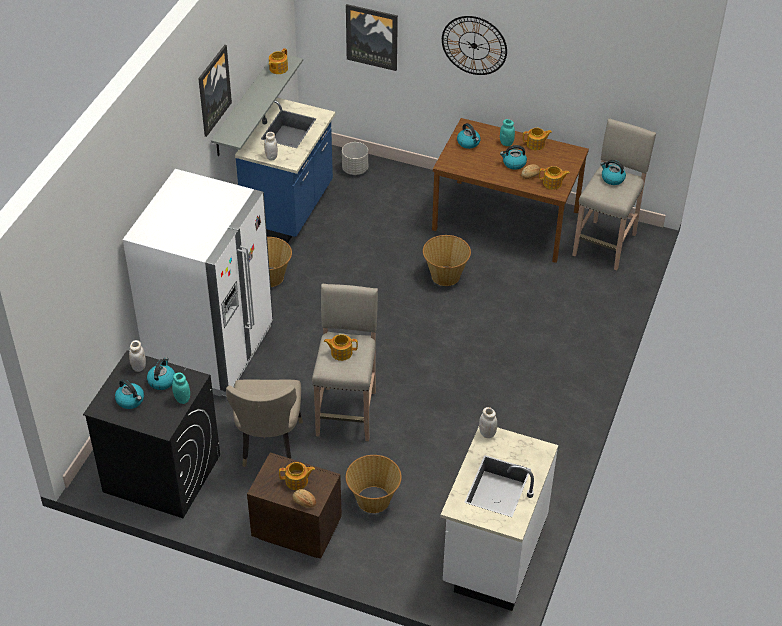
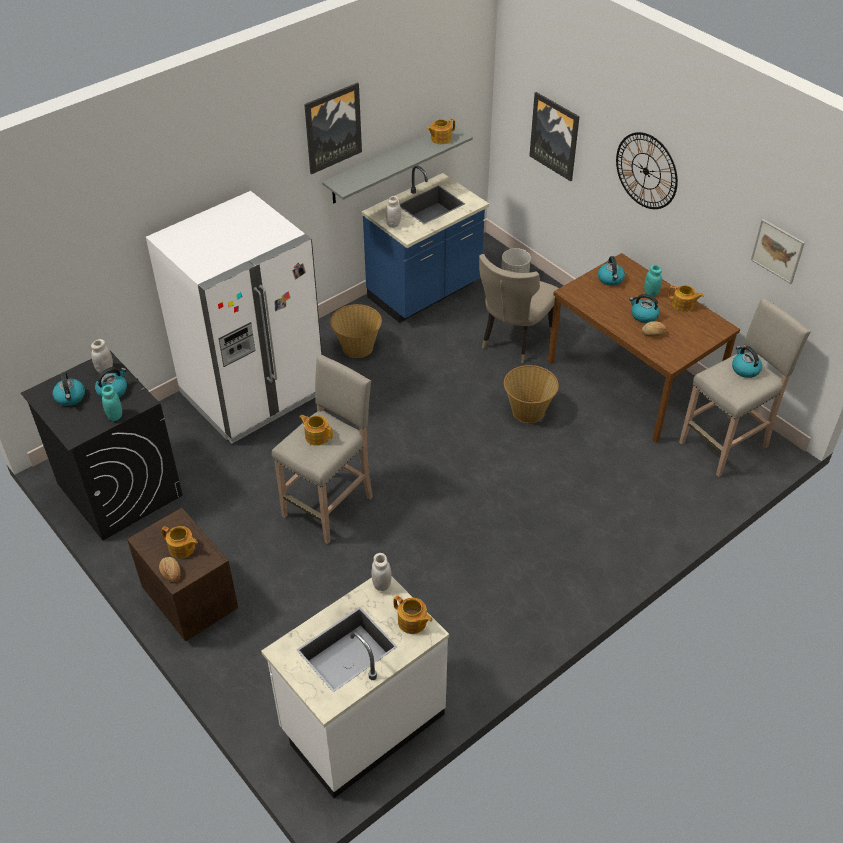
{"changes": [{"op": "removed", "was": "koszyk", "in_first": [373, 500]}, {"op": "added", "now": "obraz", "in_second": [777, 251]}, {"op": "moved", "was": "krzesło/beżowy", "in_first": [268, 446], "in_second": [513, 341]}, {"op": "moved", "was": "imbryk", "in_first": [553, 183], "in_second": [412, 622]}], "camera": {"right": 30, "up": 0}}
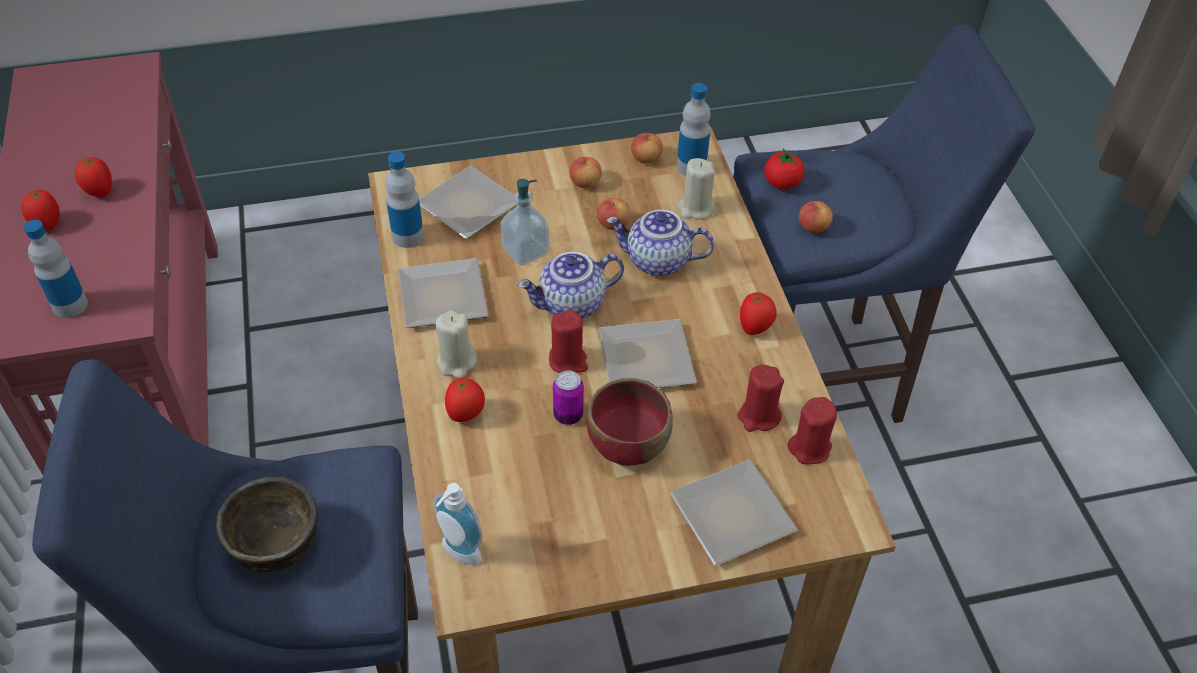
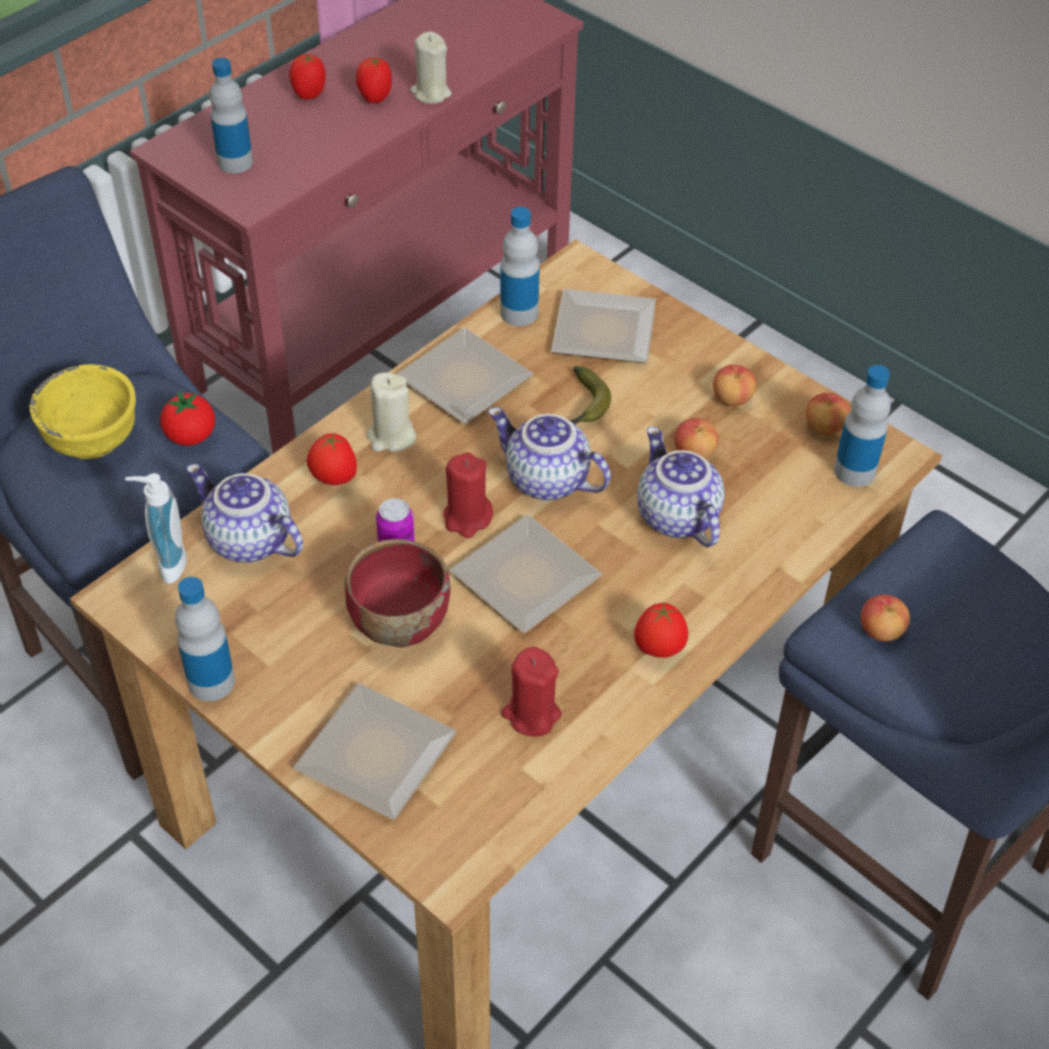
{"changes": [{"op": "removed", "was": "świeca/czerwony", "in_first": [810, 448]}, {"op": "added", "now": "butelka", "in_second": [211, 682]}, {"op": "added", "now": "imbryk", "in_second": [247, 541]}, {"op": "moved", "was": "świeca/beżowy", "in_first": [696, 208], "in_second": [431, 93]}, {"op": "moved", "was": "pomidor", "in_first": [782, 184], "in_second": [191, 436]}, {"op": "replaced", "was": "dozownik mydła", "now": "banan", "in_first": [525, 251], "in_second": [585, 406]}, {"op": "recoloured", "was": "miska/brązowy", "now": "miska/żółty", "in_first": [274, 545], "in_second": [92, 437]}], "camera": {"right": 55, "up": 0}}
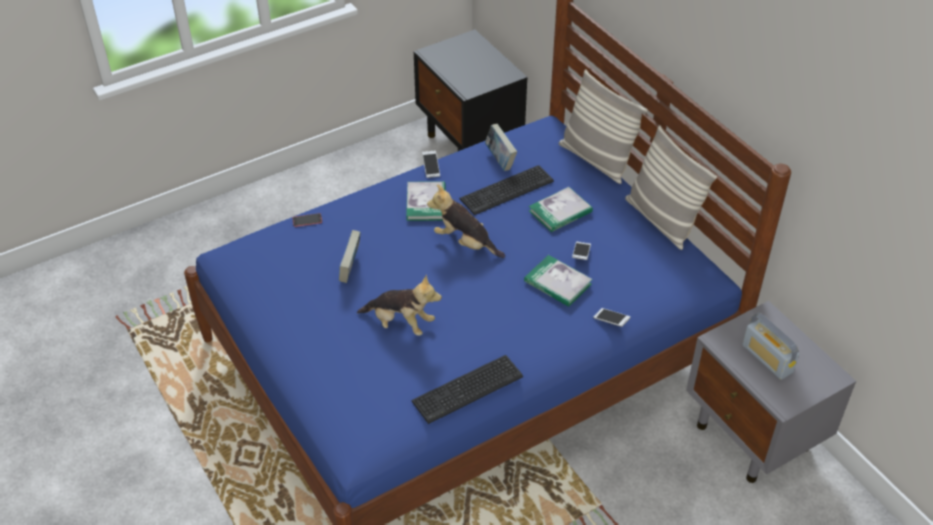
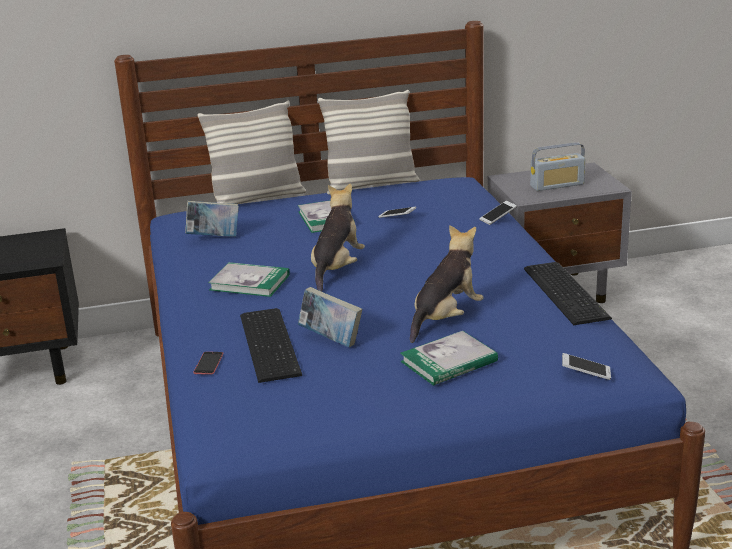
{"changes": [{"op": "moved", "was": "telefon", "in_first": [431, 167], "in_second": [586, 373]}, {"op": "moved", "was": "klawiatura", "in_first": [508, 190], "in_second": [271, 343]}, {"op": "moved", "was": "książka", "in_first": [557, 283], "in_second": [449, 361]}, {"op": "turned", "was": "pluszak", "in_first": [465, 243], "in_second": [337, 268], "clockwise": 150}], "camera": {"right": -70, "up": -20}}
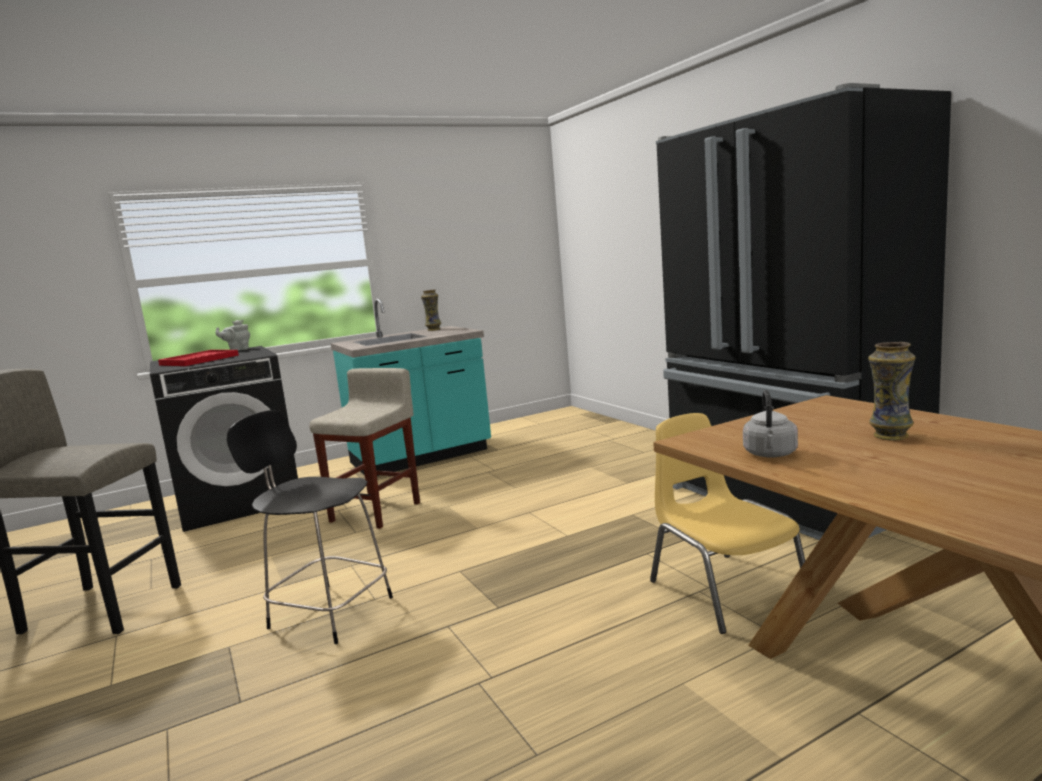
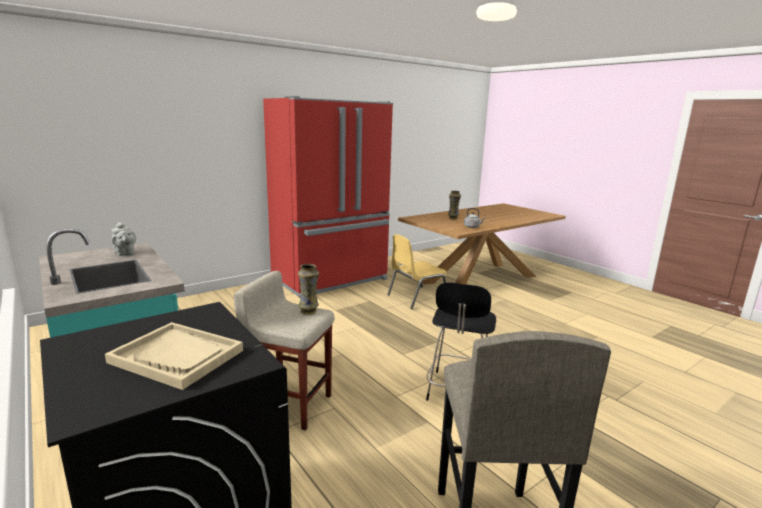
{"changes": [{"op": "moved", "was": "imbryk/szary", "in_first": [237, 350], "in_second": [125, 254]}, {"op": "moved", "was": "wazon", "in_first": [433, 330], "in_second": [309, 311]}, {"op": "recoloured", "was": "taca/czerwony", "now": "taca/beżowy", "in_first": [199, 360], "in_second": [177, 356]}, {"op": "recoloured", "was": "lodówka/czarny", "now": "lodówka/czerwony", "in_first": [788, 501], "in_second": [331, 280]}], "camera": {"right": -100, "up": 5}}
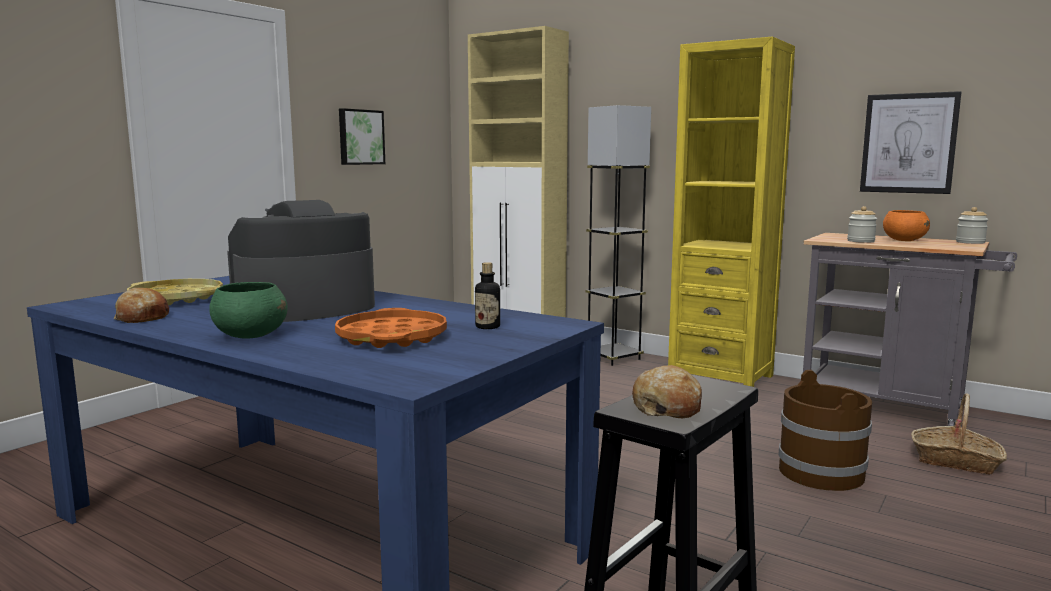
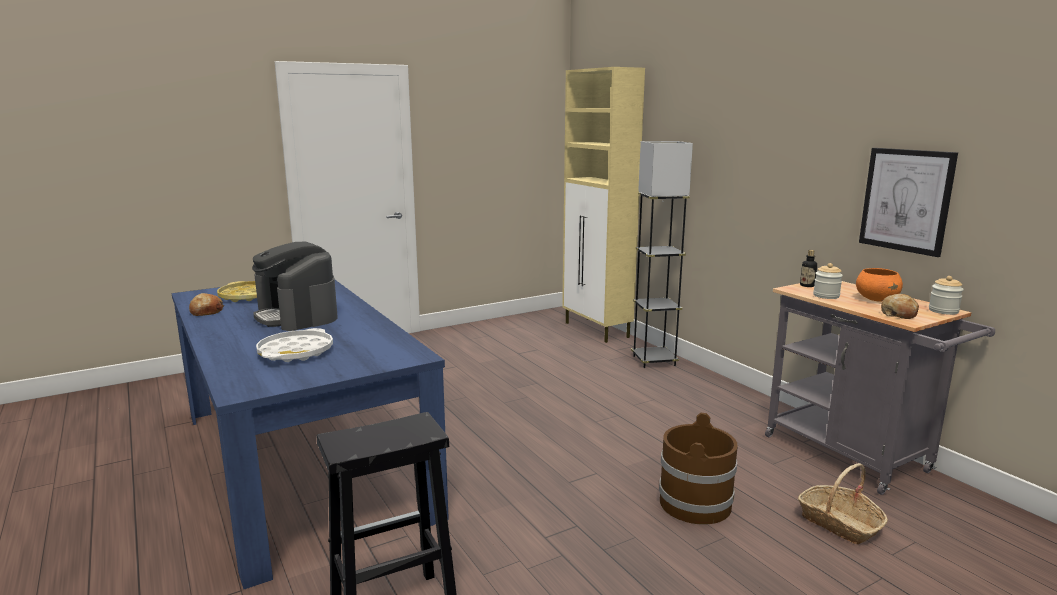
{"changes": [{"op": "removed", "was": "miska/zielony", "in_first": [250, 336]}, {"op": "removed", "was": "obraz", "in_first": [360, 137]}, {"op": "removed", "was": "regał/żółty", "in_first": [720, 377]}, {"op": "moved", "was": "butelka", "in_first": [487, 327], "in_second": [807, 285]}, {"op": "moved", "was": "chleb", "in_first": [667, 407], "in_second": [899, 314]}, {"op": "recoloured", "was": "taca/pomarańczowy", "now": "taca/biały", "in_first": [392, 337], "in_second": [296, 352]}, {"op": "turned", "was": "ekspres do kawy", "in_first": [304, 308], "in_second": [297, 316], "clockwise": -120}], "camera": {"right": 25, "up": 5}}
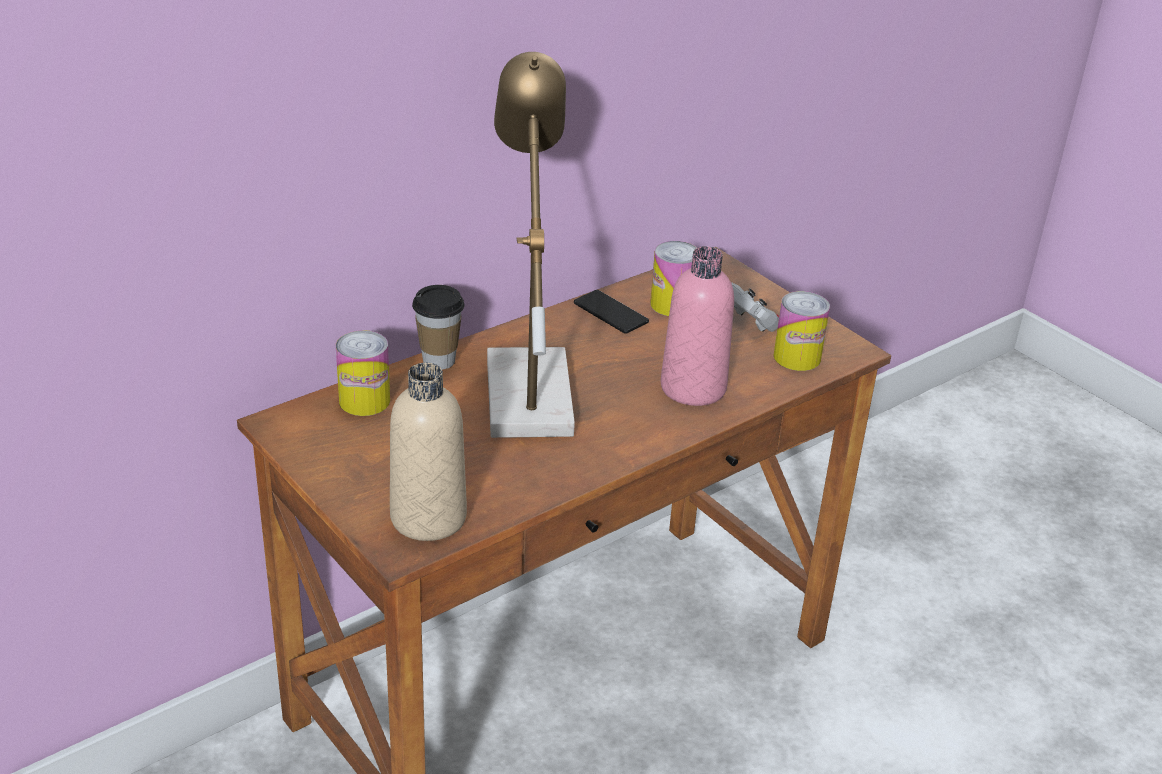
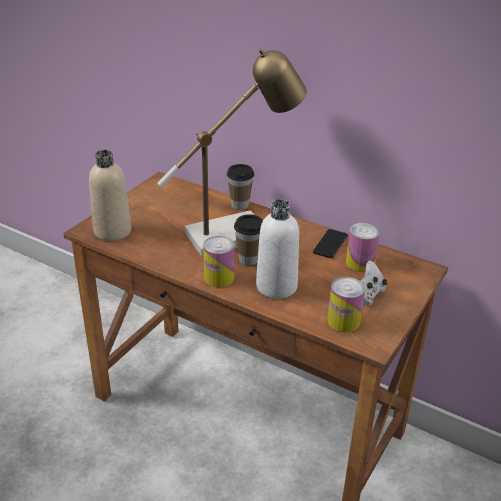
{"changes": [{"op": "added", "now": "filiżanka", "in_second": [248, 259]}, {"op": "moved", "was": "puszka", "in_first": [364, 401], "in_second": [219, 278]}, {"op": "recoloured", "was": "butelka/różowy", "now": "butelka/biały", "in_first": [693, 388], "in_second": [276, 286]}], "camera": {"right": 70, "up": 0}}
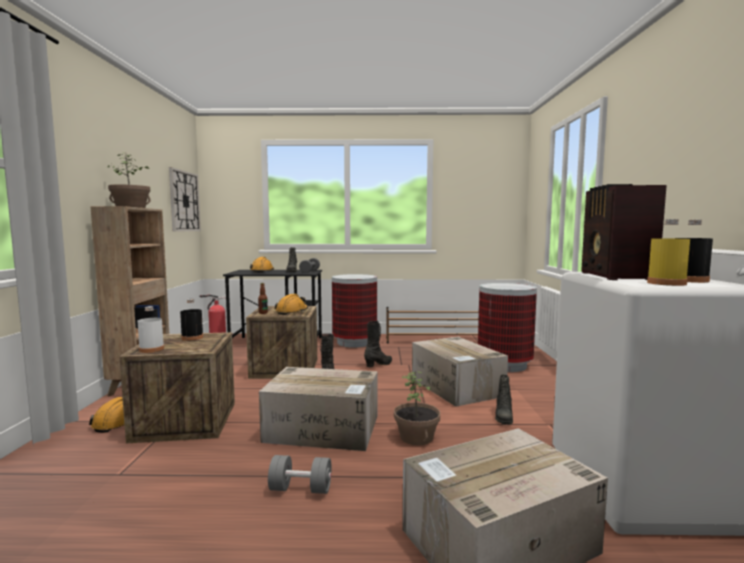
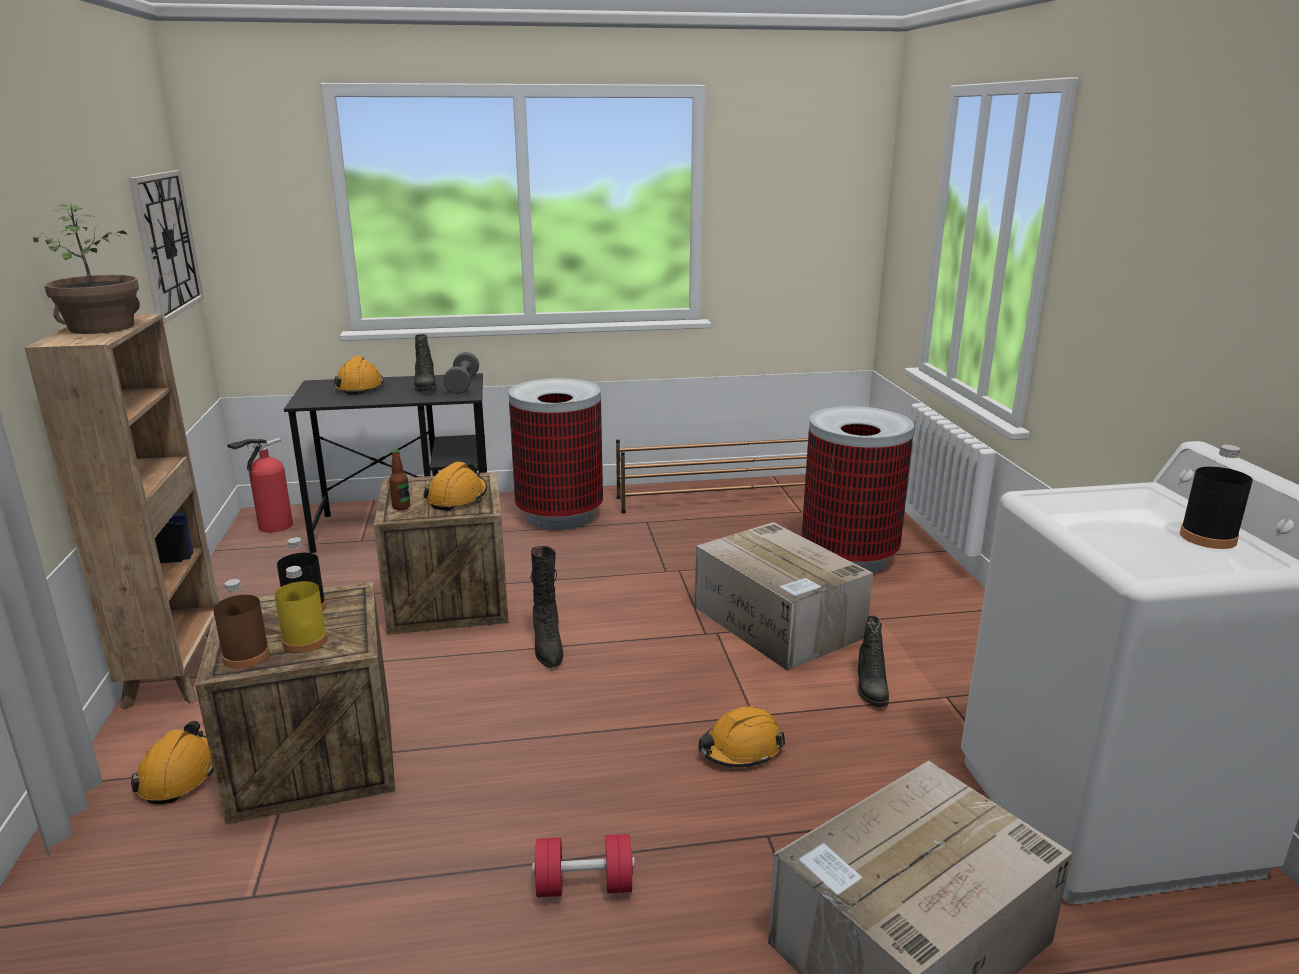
{"changes": [{"op": "removed", "was": "karton", "in_first": [324, 428]}, {"op": "removed", "was": "but z cholewką/czarny", "in_first": [379, 365]}, {"op": "removed", "was": "radio", "in_first": [615, 276]}, {"op": "moved", "was": "butelka/żółty", "in_first": [666, 283], "in_second": [305, 641]}, {"op": "replaced", "was": "roślina doniczkowa", "now": "kask/pomarańczowy", "in_first": [417, 437], "in_second": [740, 749]}, {"op": "recoloured", "was": "butelka/biały", "now": "butelka/brązowy", "in_first": [151, 349], "in_second": [246, 656]}, {"op": "recoloured", "was": "hantel/szary", "now": "hantel/czerwony", "in_first": [300, 489], "in_second": [584, 885]}], "camera": {"right": -10, "up": 15}}
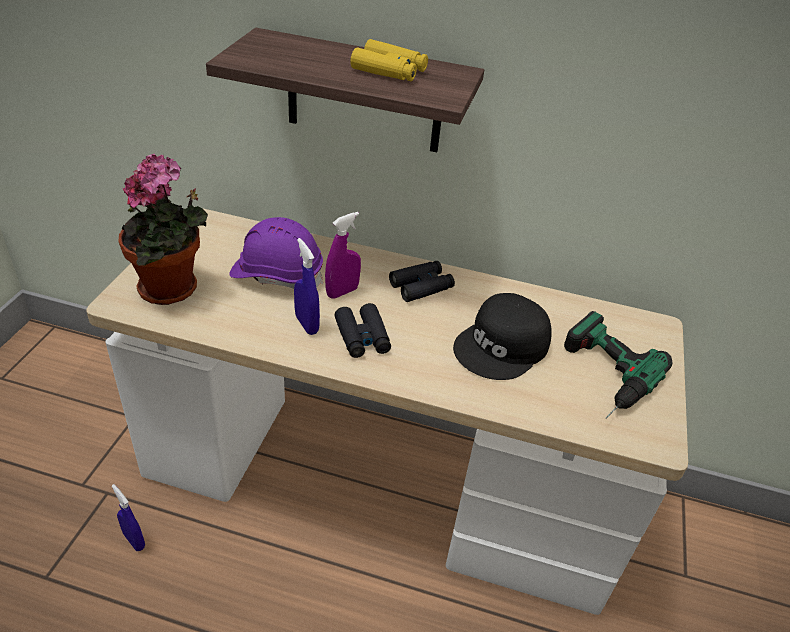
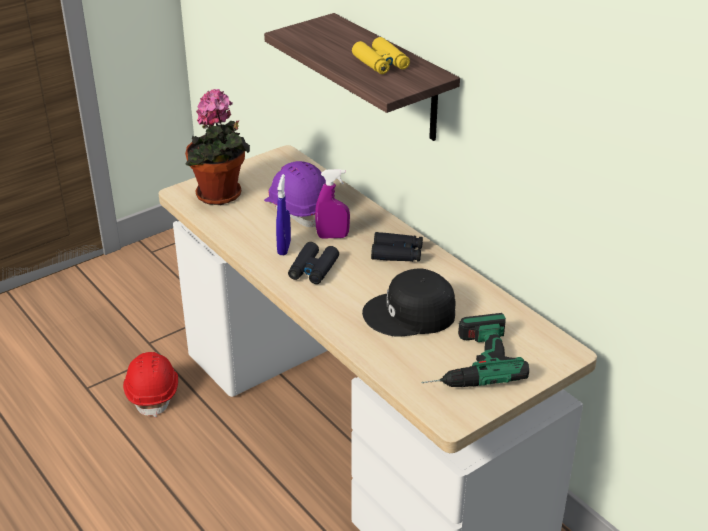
{"changes": [{"op": "replaced", "was": "spryskiwacz/niebieski", "now": "kask/czerwony", "in_first": [134, 540], "in_second": [153, 392]}], "camera": {"right": 40, "up": -5}}
